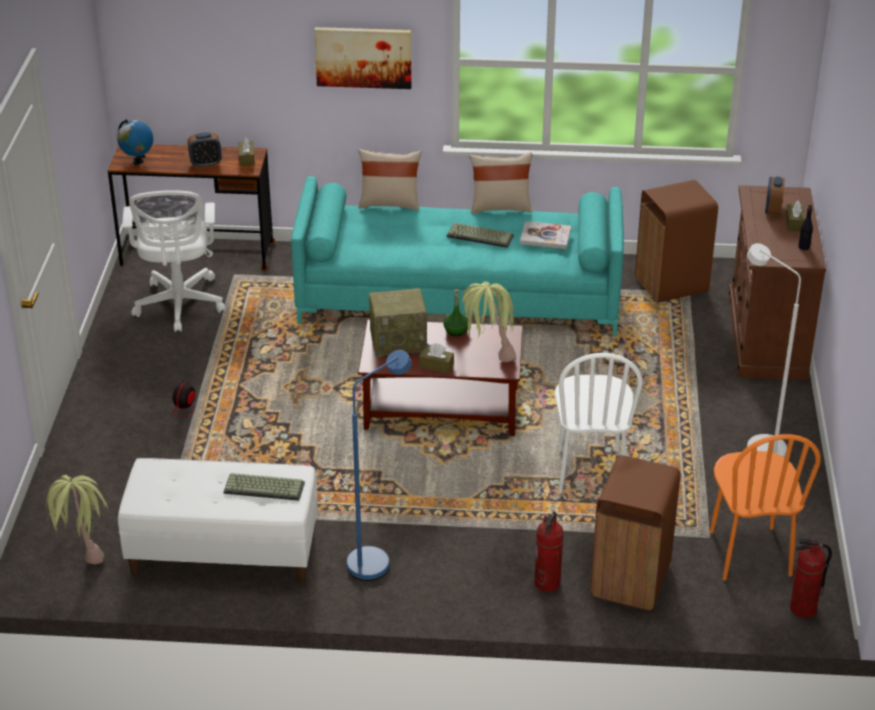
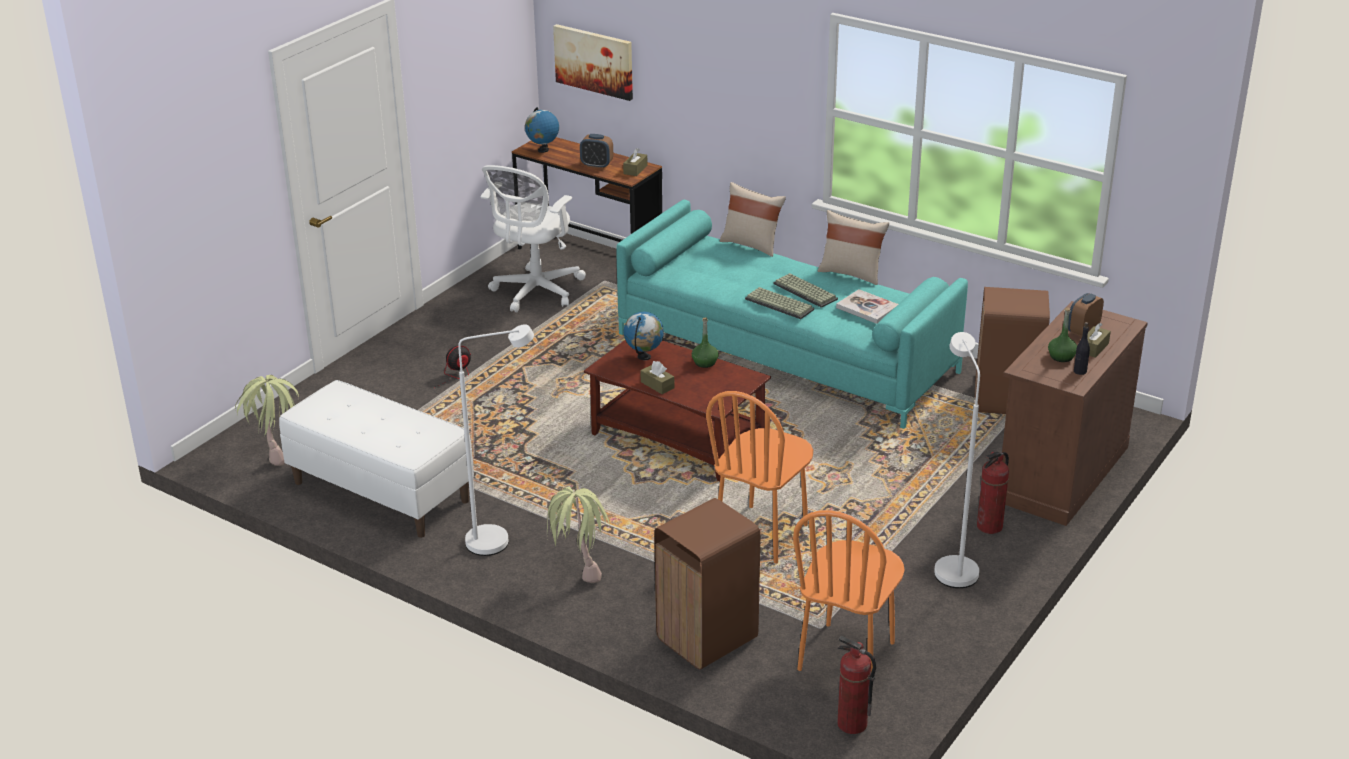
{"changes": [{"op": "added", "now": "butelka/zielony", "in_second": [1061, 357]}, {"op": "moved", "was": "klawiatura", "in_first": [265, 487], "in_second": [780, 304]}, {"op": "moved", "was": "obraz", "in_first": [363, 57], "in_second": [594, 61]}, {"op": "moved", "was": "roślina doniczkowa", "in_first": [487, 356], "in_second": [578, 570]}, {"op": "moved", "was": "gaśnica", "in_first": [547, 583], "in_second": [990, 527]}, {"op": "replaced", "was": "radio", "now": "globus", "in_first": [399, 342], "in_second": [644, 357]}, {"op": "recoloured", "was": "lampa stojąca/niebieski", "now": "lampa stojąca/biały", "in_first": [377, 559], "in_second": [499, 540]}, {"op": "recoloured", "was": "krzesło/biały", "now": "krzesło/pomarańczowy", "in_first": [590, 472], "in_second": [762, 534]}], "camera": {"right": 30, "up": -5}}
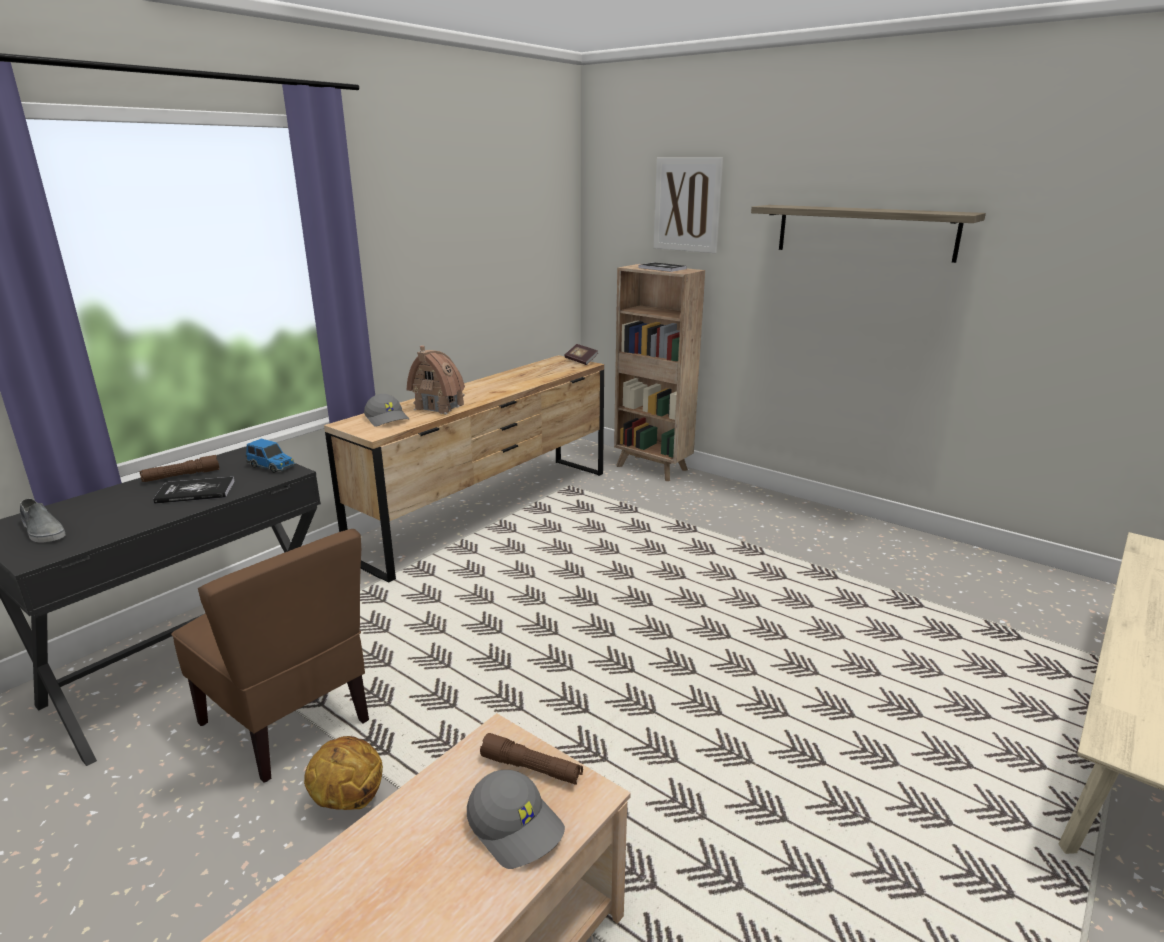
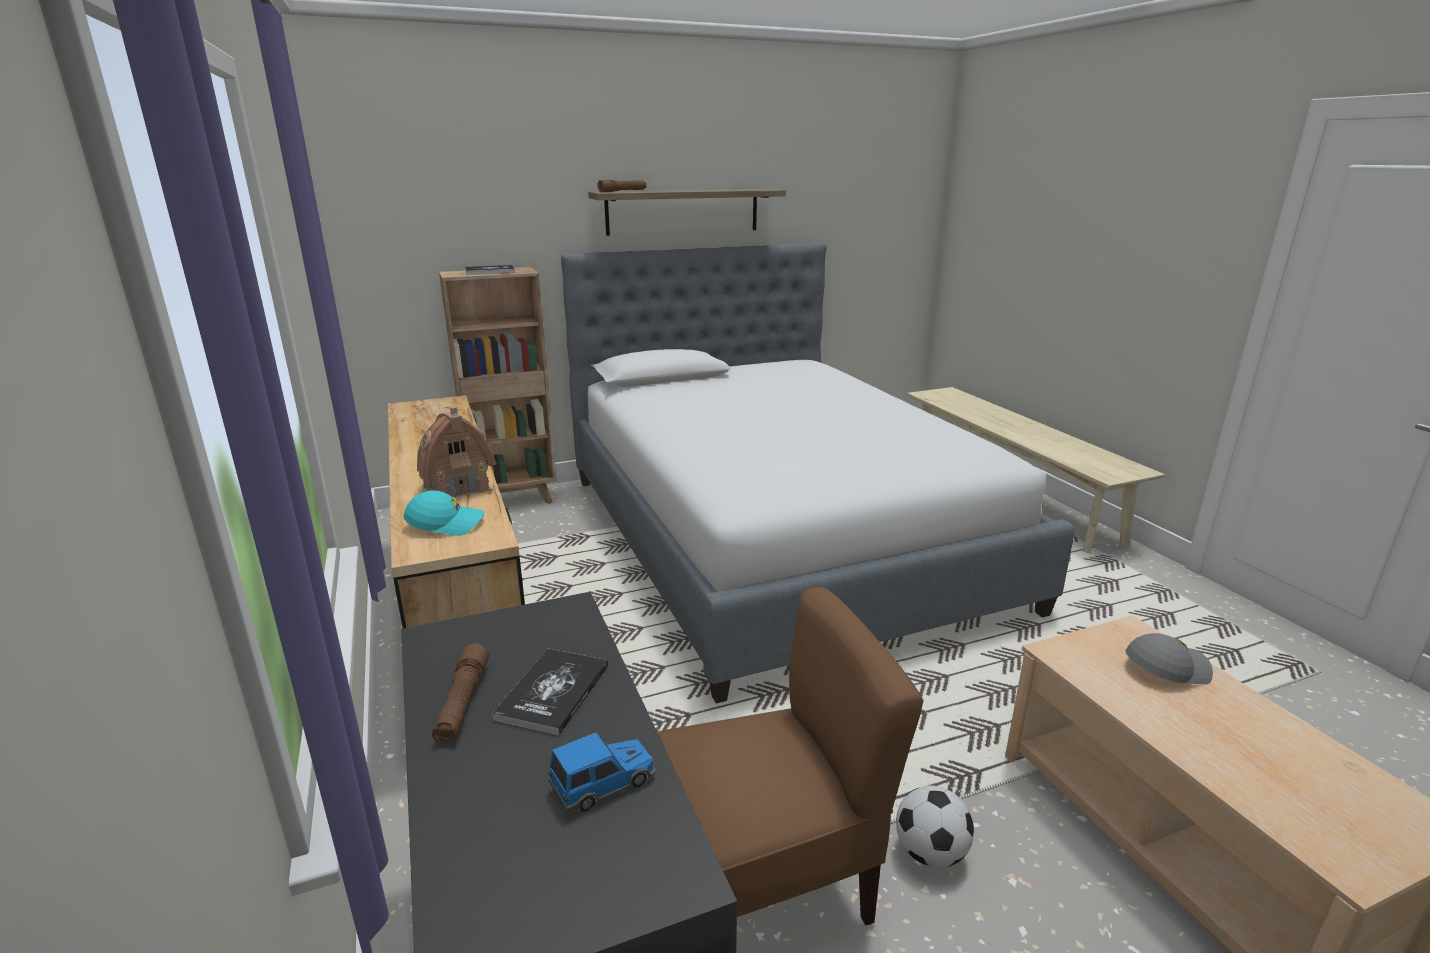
{"changes": [{"op": "removed", "was": "but/szary", "in_first": [42, 531]}, {"op": "removed", "was": "książka", "in_first": [581, 361]}, {"op": "removed", "was": "obraz", "in_first": [687, 205]}, {"op": "added", "now": "łóżko", "in_second": [776, 538]}, {"op": "moved", "was": "samochodzik", "in_first": [272, 466], "in_second": [604, 784]}, {"op": "moved", "was": "latarka/brązowy", "in_first": [531, 768], "in_second": [622, 191]}, {"op": "replaced", "was": "piłka do koszykówki", "now": "piłka futbolowa", "in_first": [347, 800], "in_second": [930, 853]}, {"op": "recoloured", "was": "czapka z daszkiem/szary", "now": "czapka z daszkiem/turkusowy", "in_first": [387, 419], "in_second": [446, 523]}], "camera": {"right": -60, "up": 0}}
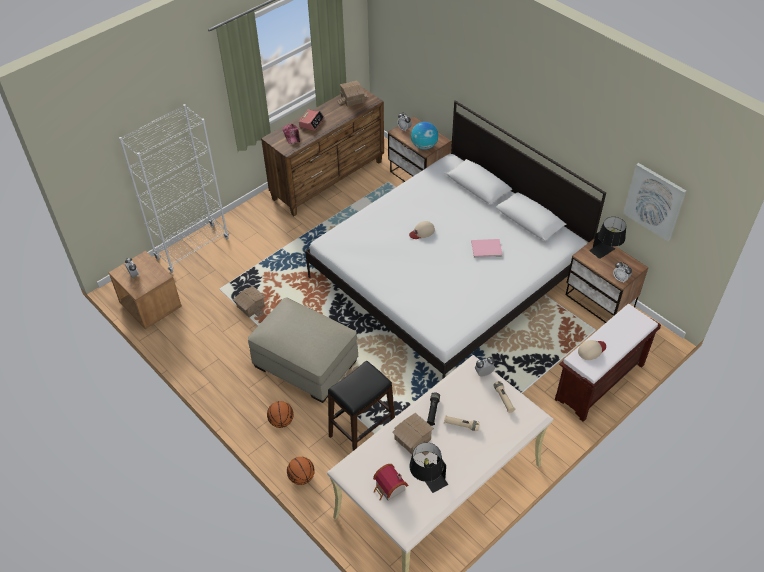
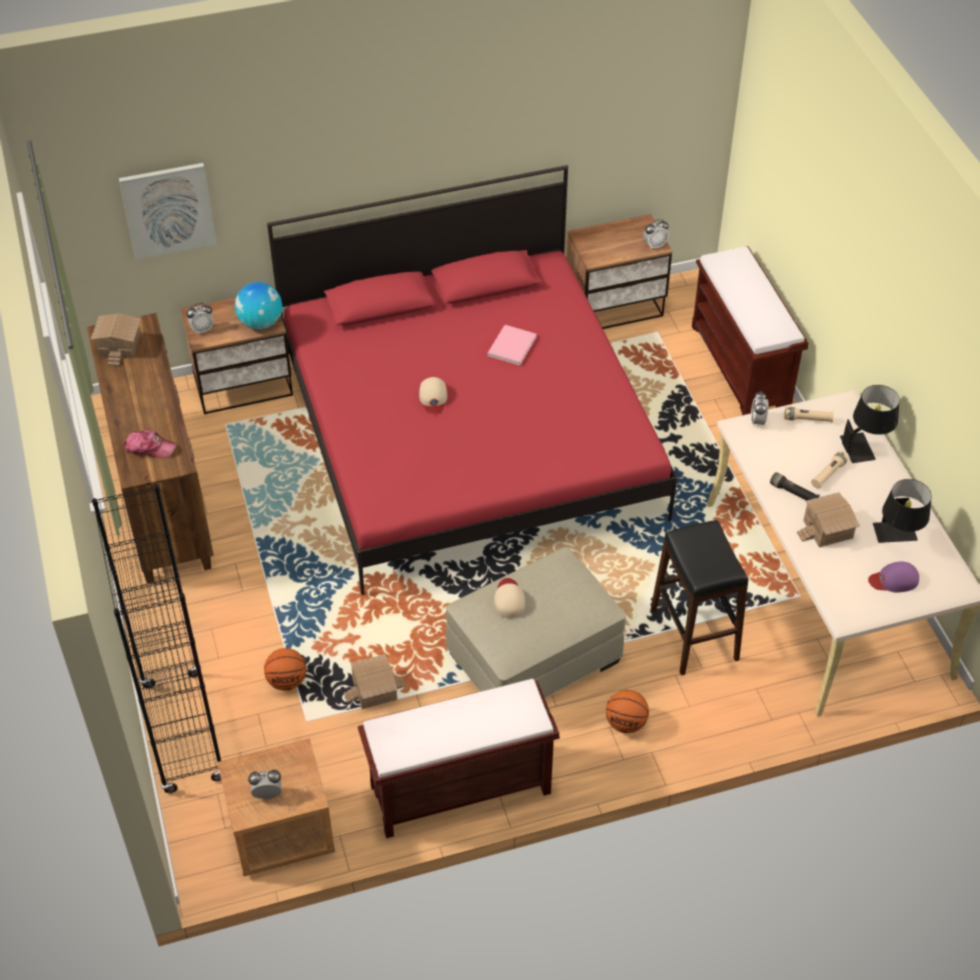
{"changes": [{"op": "removed", "was": "budzik", "in_first": [311, 122]}, {"op": "added", "now": "ławka/brązowy", "in_second": [459, 791]}, {"op": "moved", "was": "piłka do koszykówki", "in_first": [301, 477], "in_second": [287, 681]}, {"op": "moved", "was": "czapka z daszkiem/beżowy", "in_first": [591, 350], "in_second": [509, 599]}, {"op": "moved", "was": "lampa stołowa/czarny", "in_first": [606, 252], "in_second": [865, 446]}, {"op": "moved", "was": "obraz", "in_first": [654, 201], "in_second": [168, 210]}, {"op": "replaced", "was": "domek", "now": "czapka z daszkiem/fioletowy", "in_first": [389, 489], "in_second": [894, 580]}, {"op": "recoloured", "was": "regał/biały", "now": "regał/czarny", "in_first": [192, 248], "in_second": [183, 732]}, {"op": "recoloured", "was": "łóżko/biały", "now": "łóżko/czerwony", "in_first": [447, 276], "in_second": [469, 435]}], "camera": {"right": -65, "up": 0}}
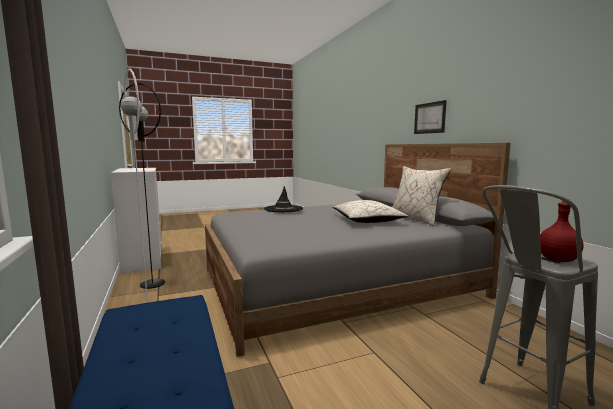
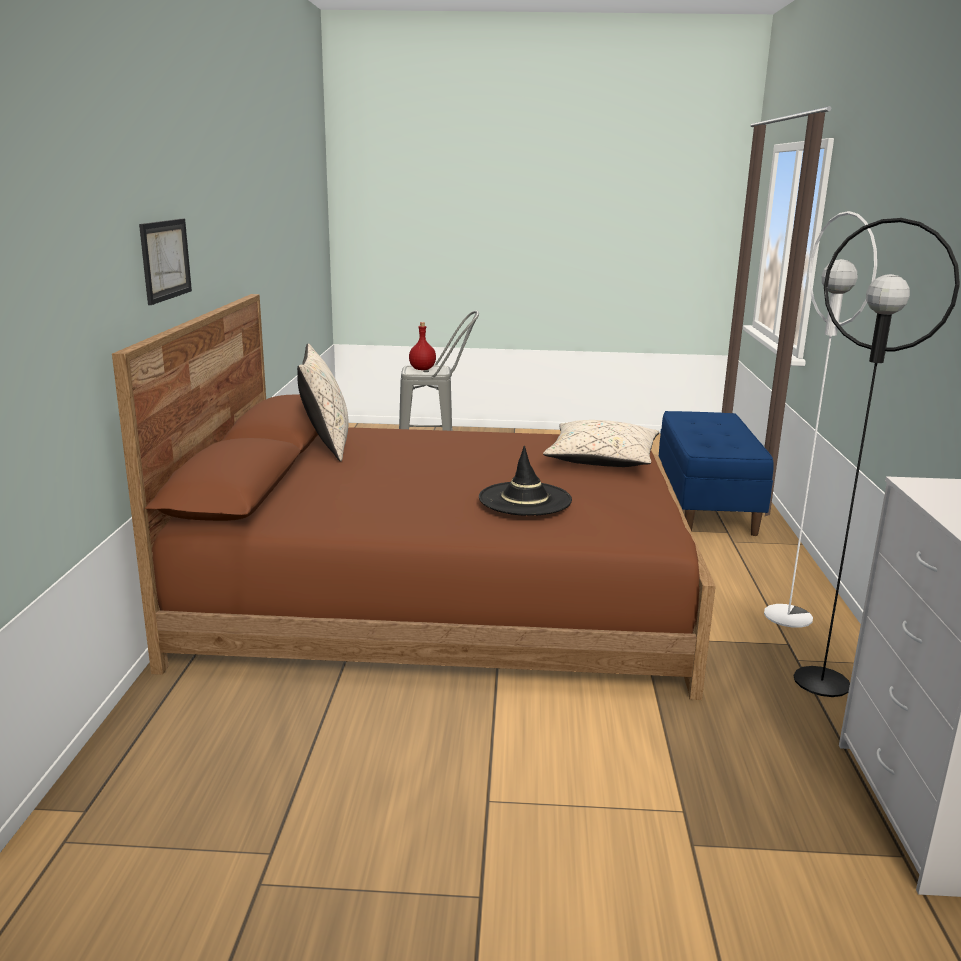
{"changes": [{"op": "moved", "was": "poduszka/beżowy", "in_first": [367, 221], "in_second": [601, 460]}, {"op": "recoloured", "was": "łóżko/szary", "now": "łóżko/brązowy", "in_first": [337, 283], "in_second": [440, 594]}], "camera": {"right": -155, "up": 10}}
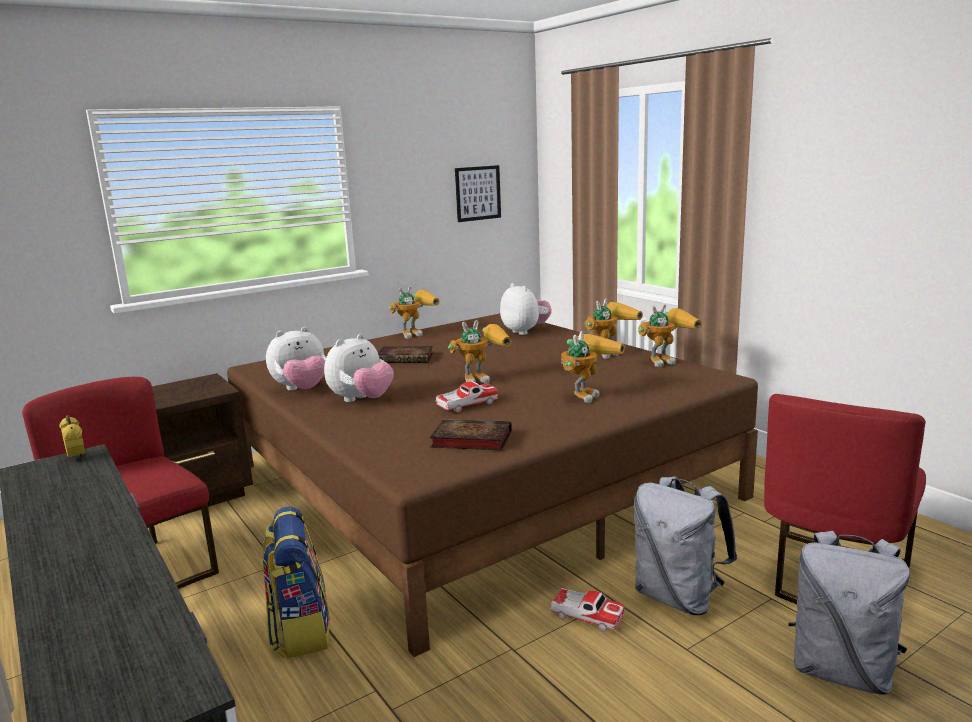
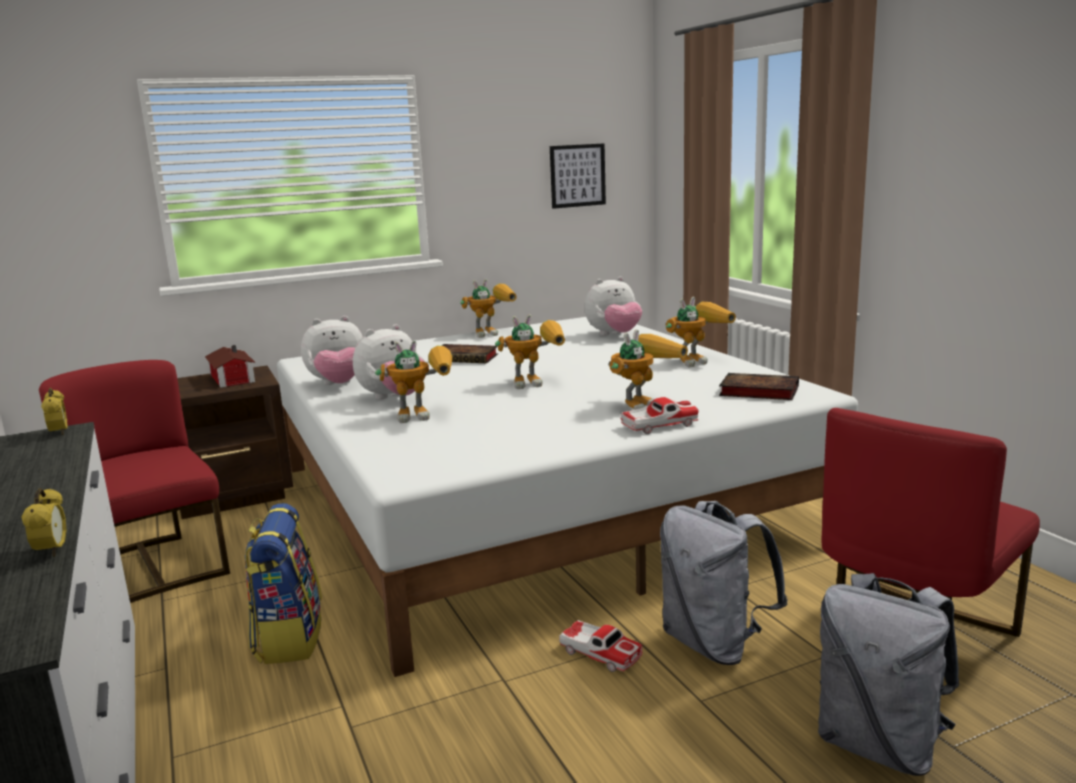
{"changes": [{"op": "added", "now": "budzik", "in_second": [52, 551]}, {"op": "added", "now": "domek", "in_second": [231, 379]}, {"op": "moved", "was": "książka", "in_first": [469, 440], "in_second": [756, 391]}, {"op": "moved", "was": "samochodzik", "in_first": [467, 404], "in_second": [659, 425]}, {"op": "moved", "was": "robot zabawkowy", "in_first": [667, 361], "in_second": [425, 415]}, {"op": "recoloured", "was": "łóżko/brązowy", "now": "łóżko/biały", "in_first": [478, 481], "in_second": [536, 501]}, {"op": "turned", "was": "pluszak", "in_first": [525, 331], "in_second": [614, 335], "clockwise": 90}], "camera": {"right": 10, "up": 0}}
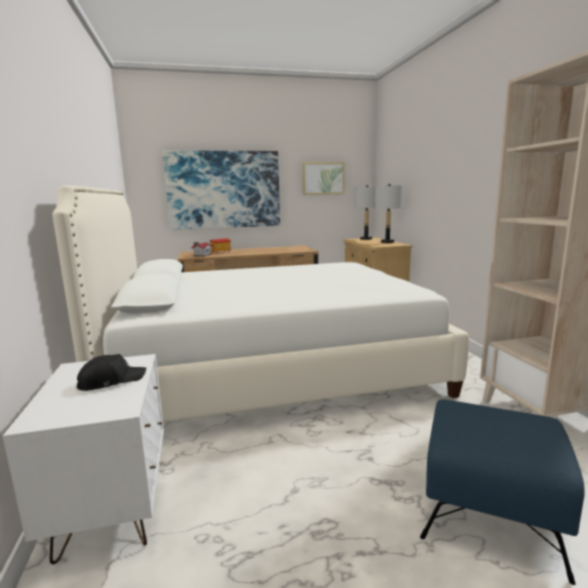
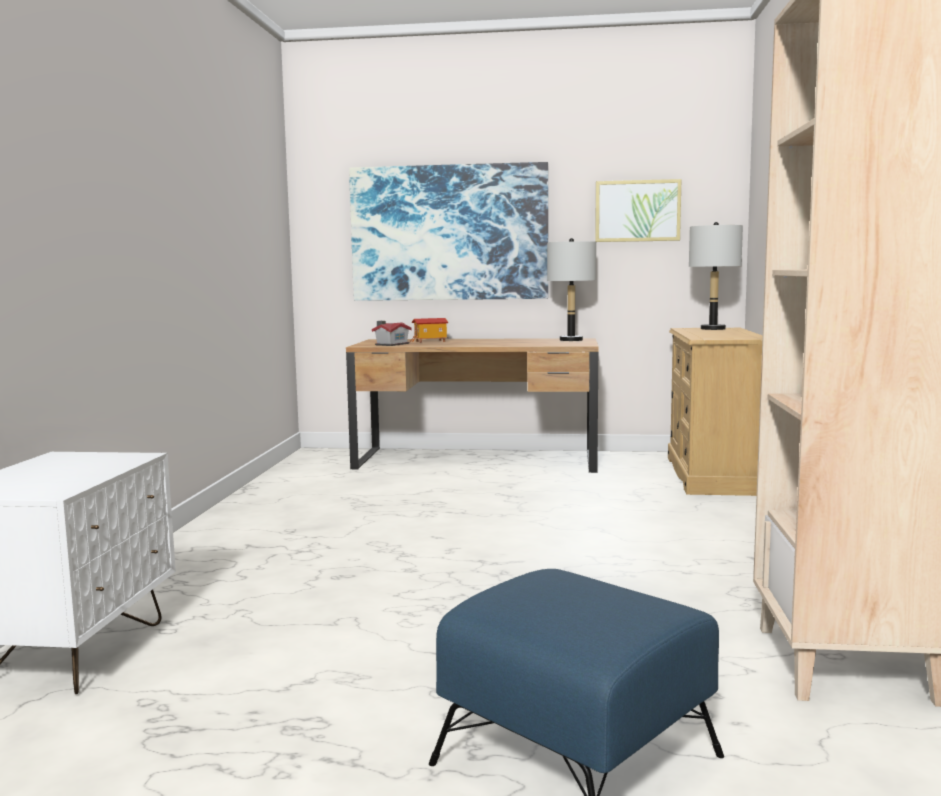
{"changes": [{"op": "removed", "was": "łóżko/biały", "in_first": [270, 369]}, {"op": "removed", "was": "czapka z daszkiem/czarny", "in_first": [111, 380]}, {"op": "moved", "was": "lampa stołowa/szary", "in_first": [387, 242], "in_second": [570, 340]}], "camera": {"right": 20, "up": -5}}
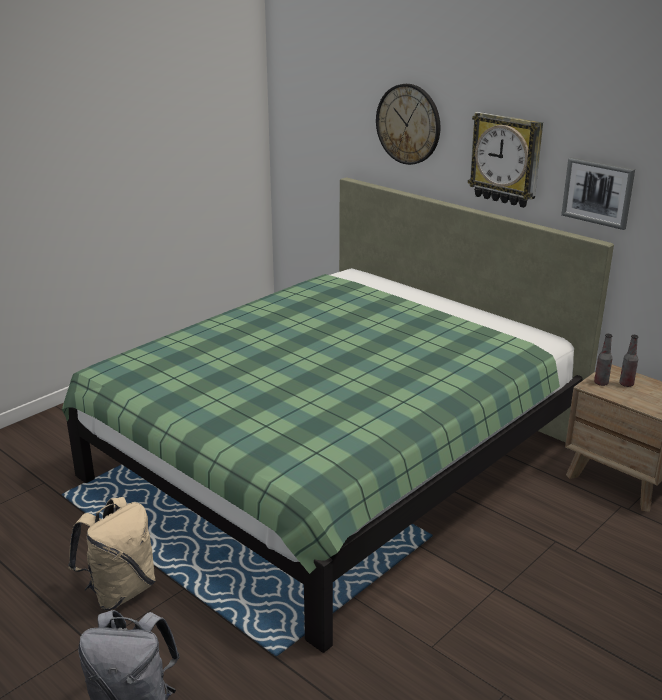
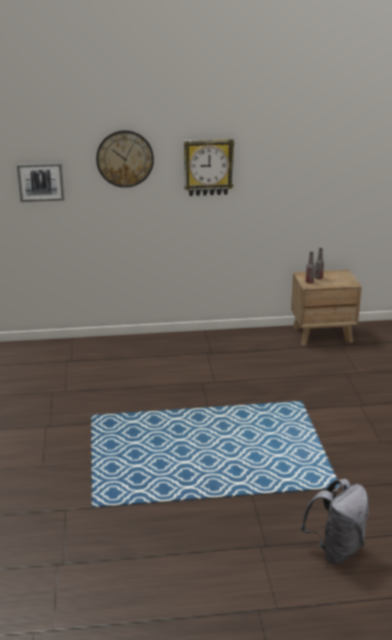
{"changes": [{"op": "removed", "was": "łóżko/zielony", "in_first": [333, 460]}, {"op": "removed", "was": "plecak/beżowy", "in_first": [120, 591]}, {"op": "moved", "was": "obraz", "in_first": [598, 192], "in_second": [41, 182]}], "camera": {"right": -50, "up": 0}}
